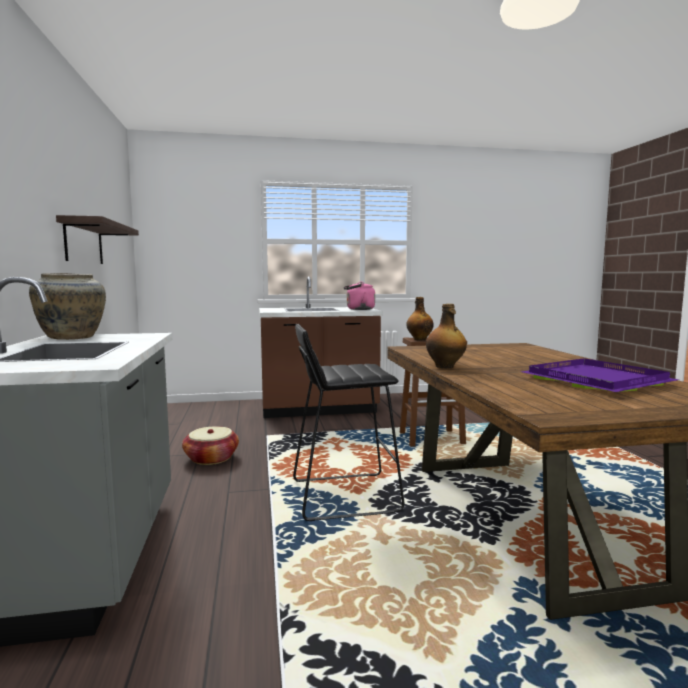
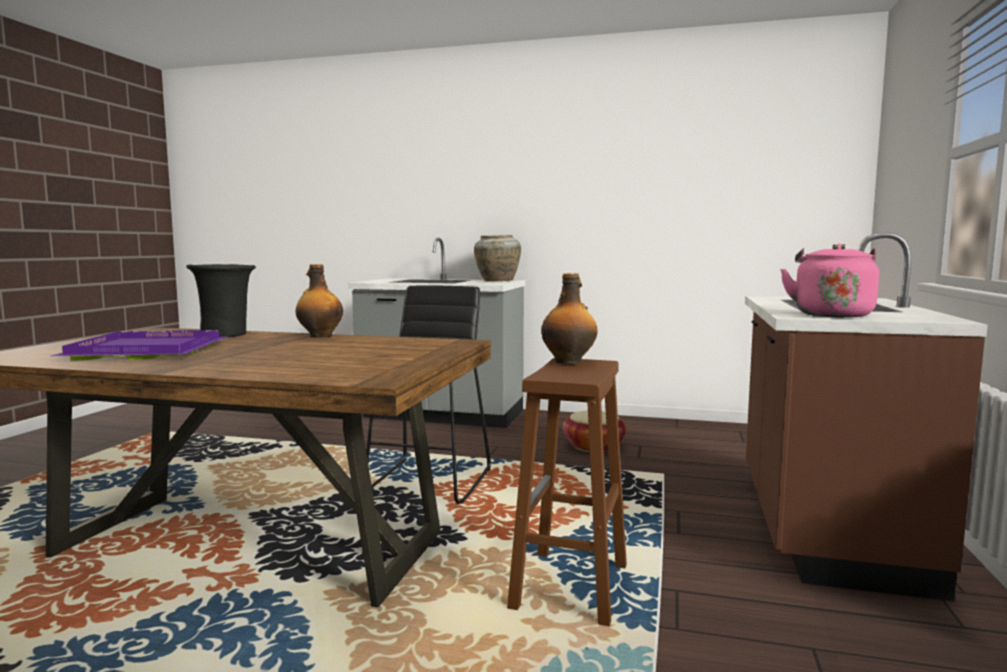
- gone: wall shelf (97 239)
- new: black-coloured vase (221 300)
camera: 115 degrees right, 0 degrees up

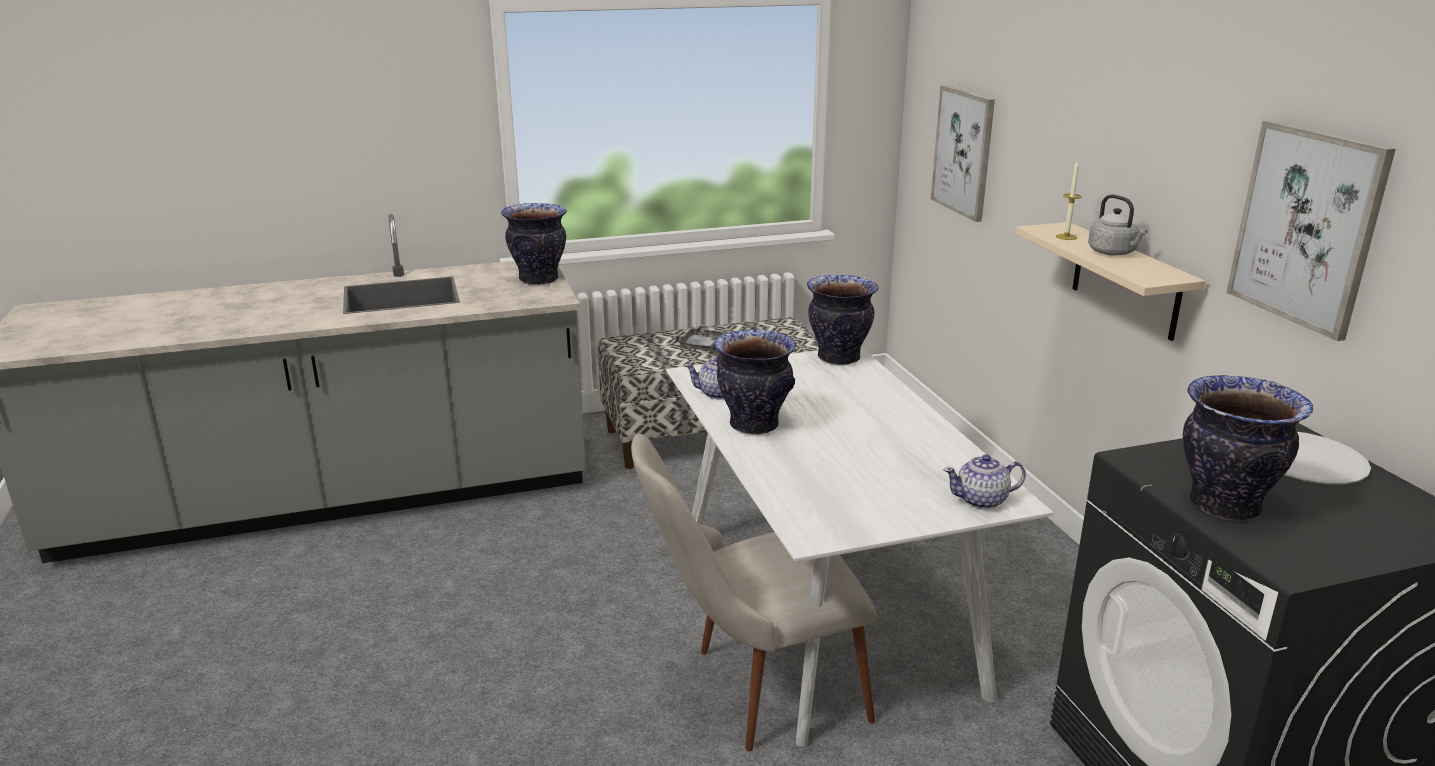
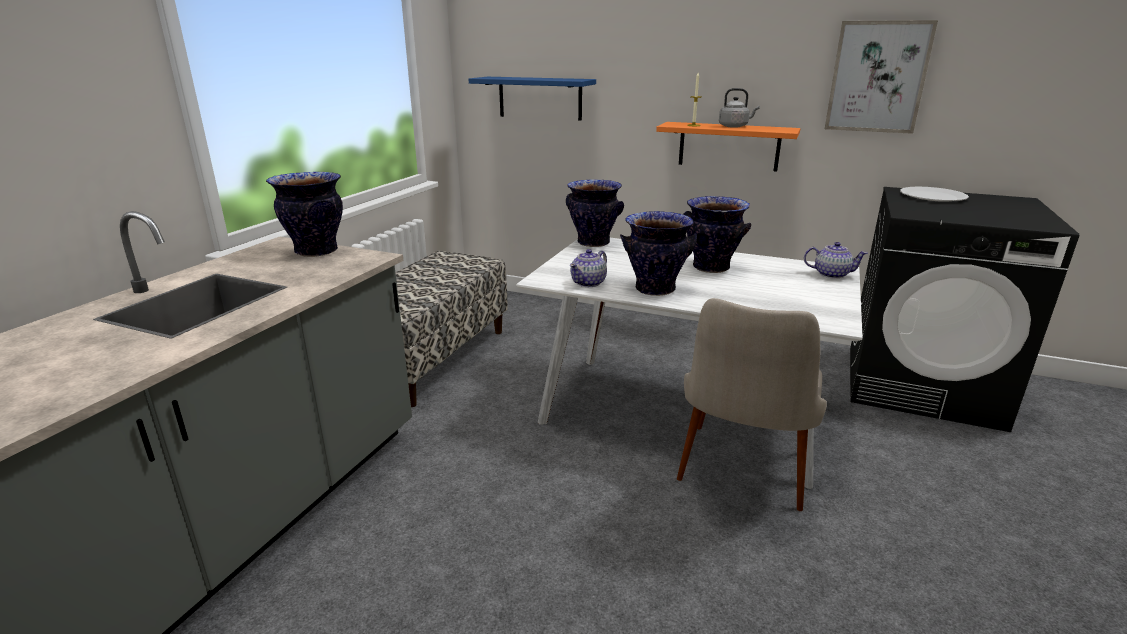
- gone: greyish serving tray (701 337)
- shifted: vase (1248 448) to (717 234)
- swapped: picture (963 153) to blue wall shelf (532 99)
- repainted: beige wall shelf (1110 281) to orange wall shelf (728 146)
- rotated: pot for tea (984 481) = (836 260) 105 degrees counterclockwise
camera: 50 degrees left, 0 degrees up

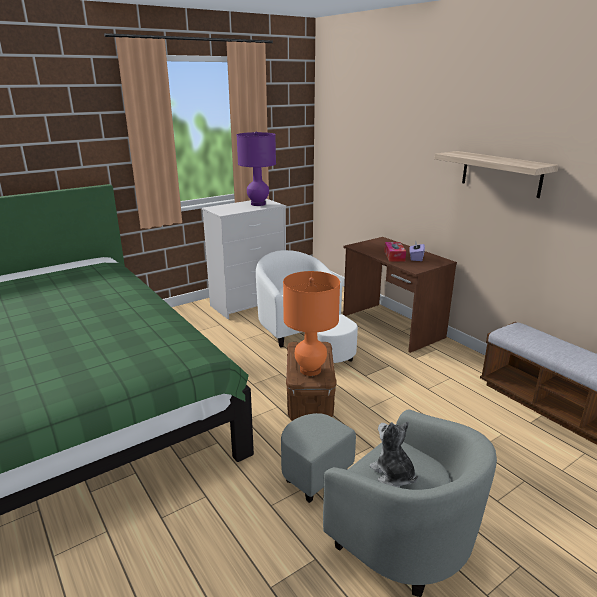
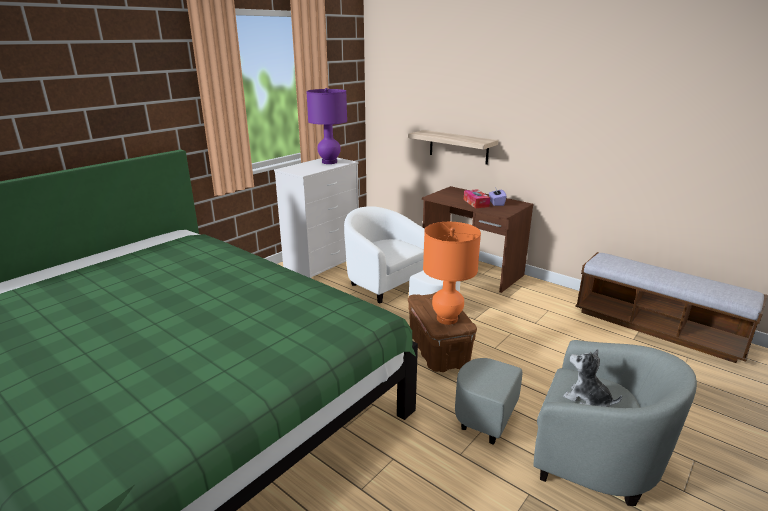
- shifted: wall shelf (497 174) to (453 147)
camera: 15 degrees left, 0 degrees up

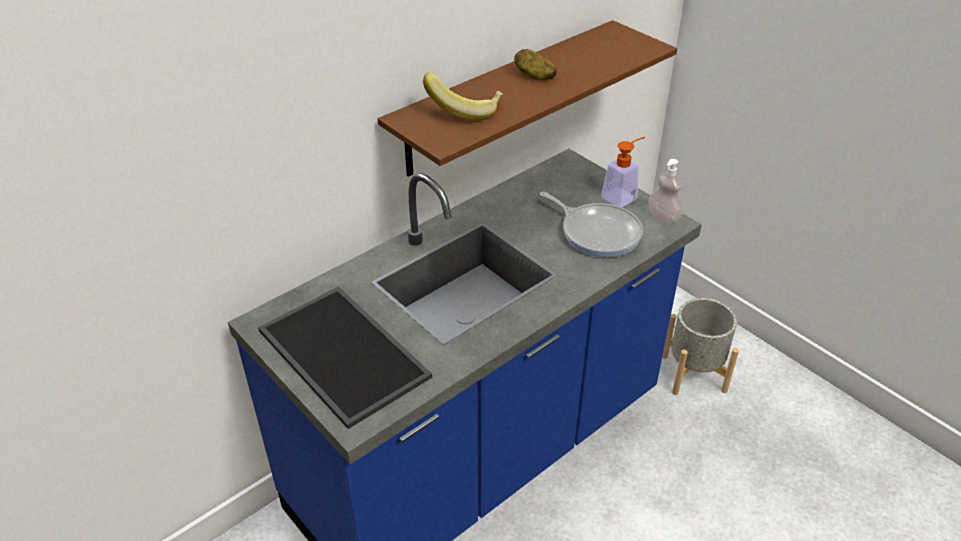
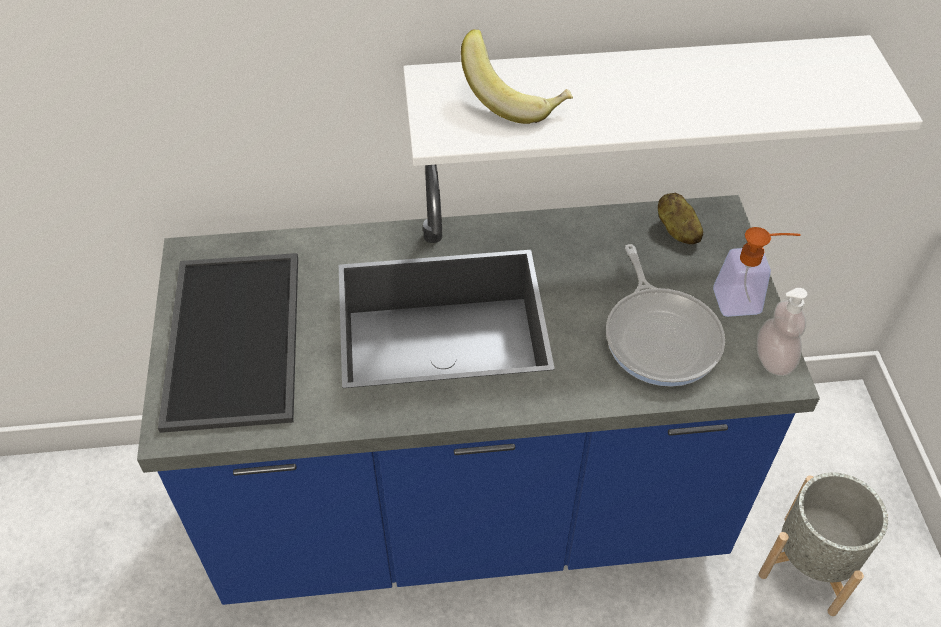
- shifted: whole potato (535 64) to (680 218)
- repainted: brown-coloured wall shelf (527 98) to whitish wall shelf (663 100)
camera: 35 degrees right, 10 degrees up

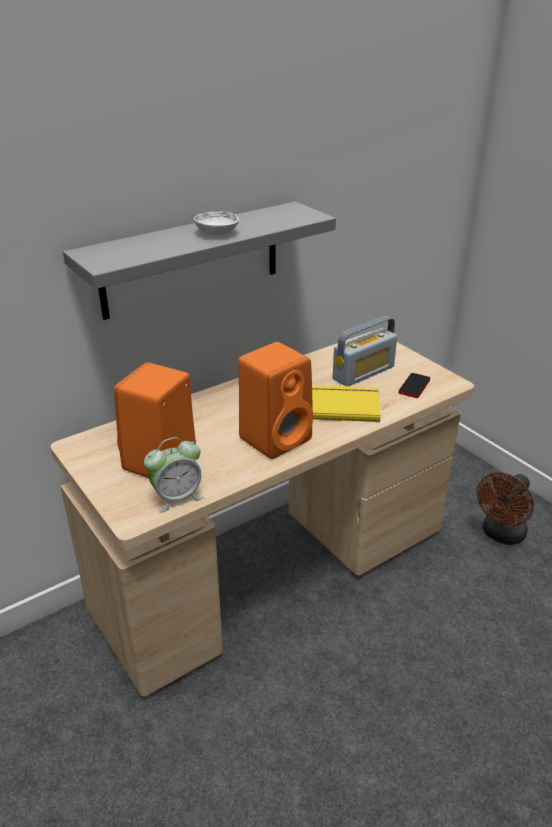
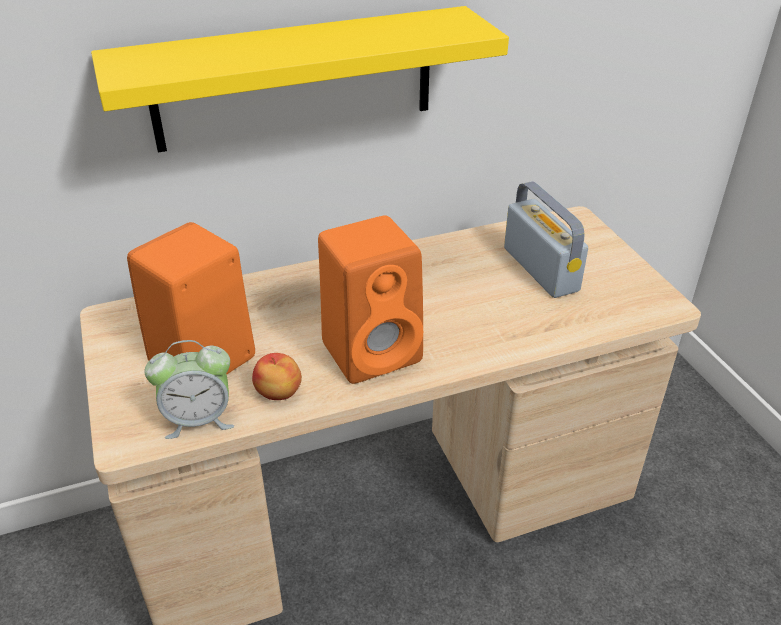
- gone: whitish bowl (216 224)
- gone: yellow-coloured bound book (346 403)
- gone: phone (414 385)
- gone: brown-coloured electric fan (505 508)
- new: apple fruit (277 376)
- repainted: greyish wall shelf (199 261) to yellow-coloured wall shelf (300 79)
- rotated: radio set (365 351) = (546 239) 90 degrees counterclockwise
camera: 15 degrees right, 5 degrees up

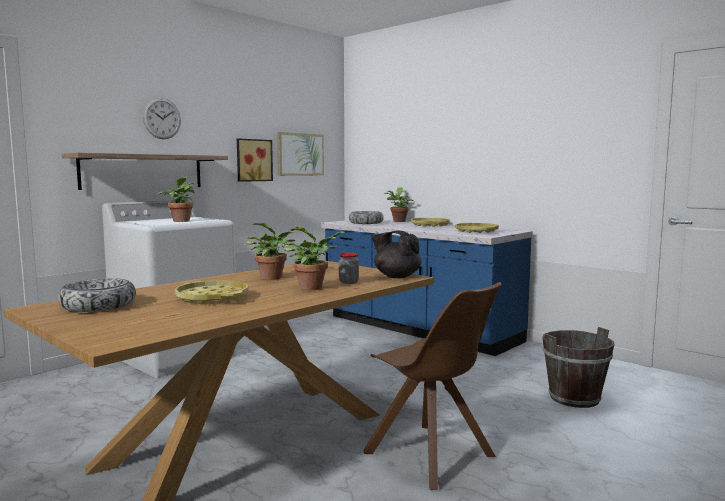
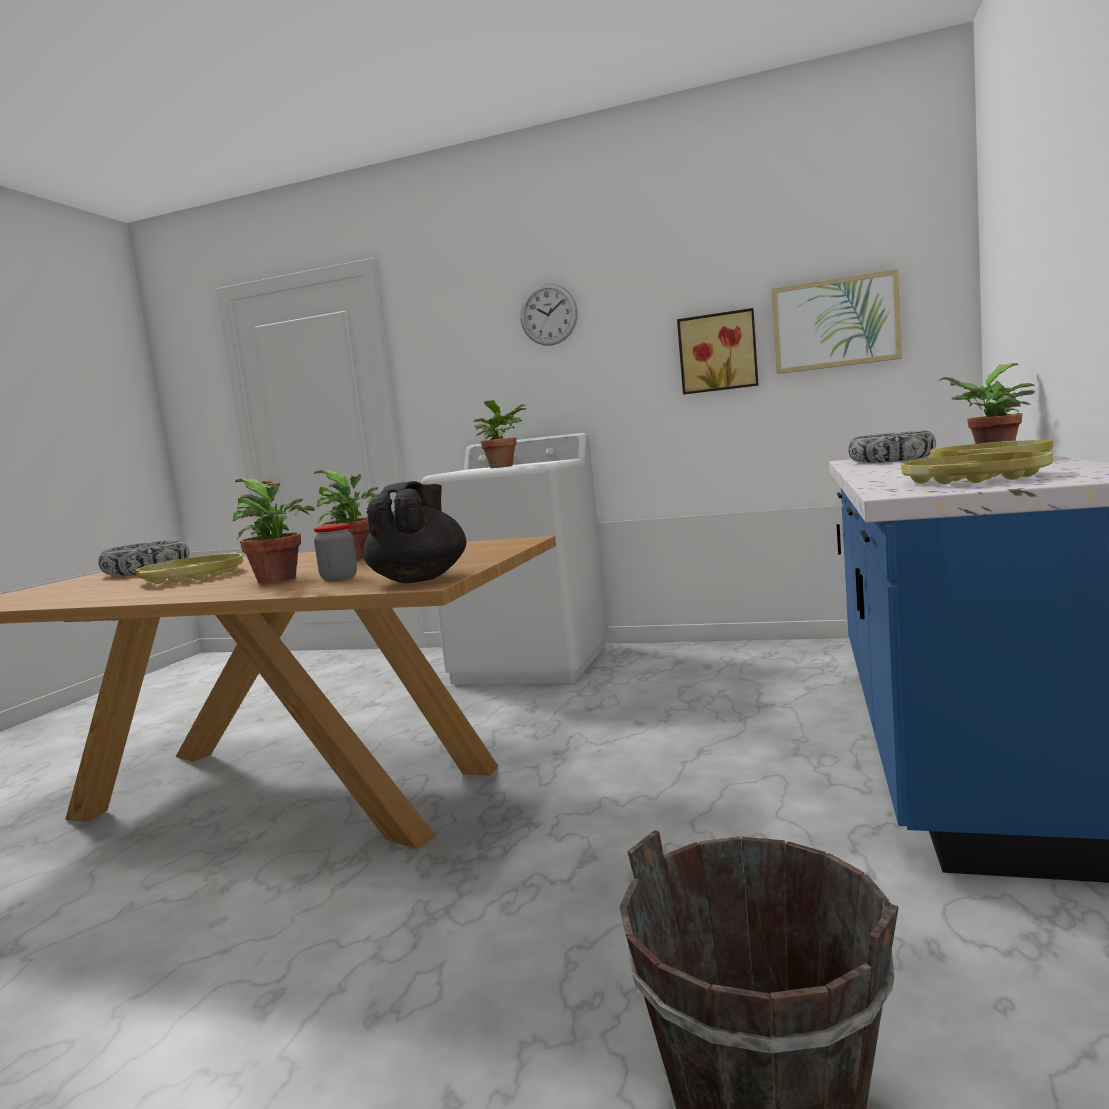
- gone: wall shelf (144 171)
- gone: brown-coloured upright chair (432 386)
camera: 65 degrees right, 0 degrees up

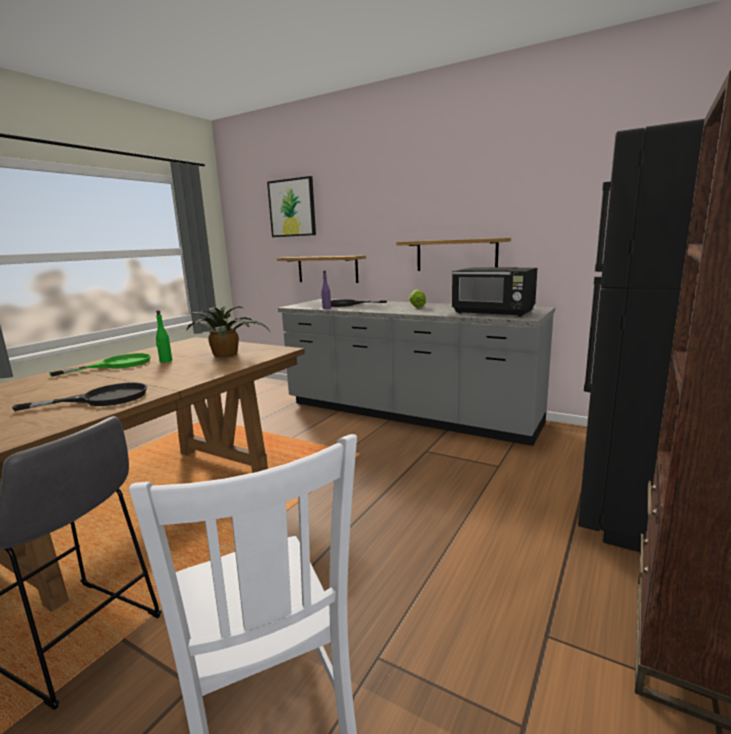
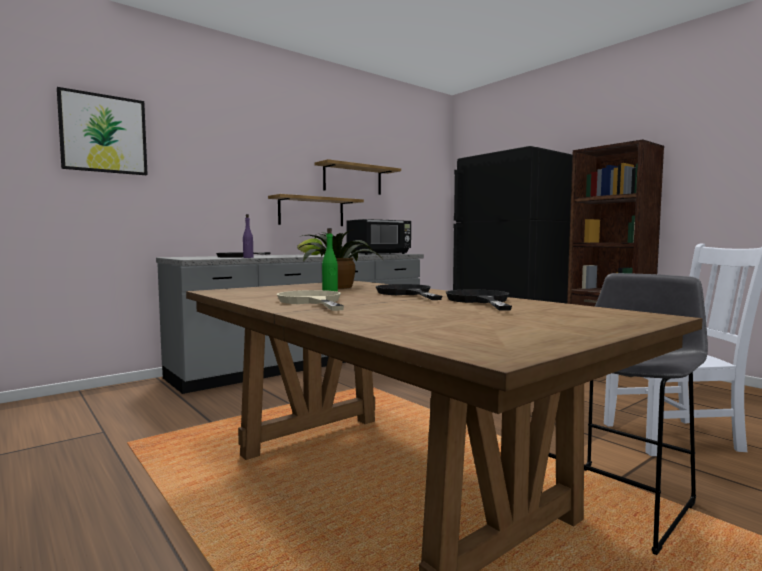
- new: black-coloured frying pan (408 292)
- shifted: wall shelf (321 269) to (358 177)
- repainted: greenish frying pan (100 365) to beige frying pan (310 300)
camera: 70 degrees left, 10 degrees down

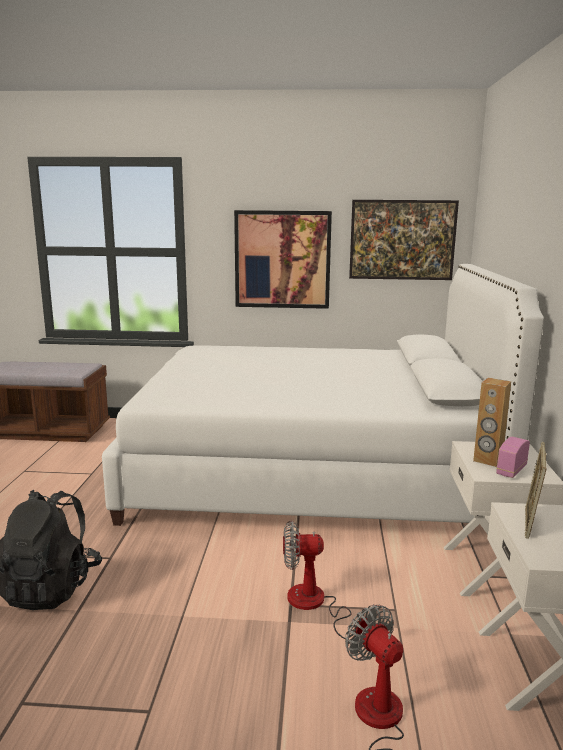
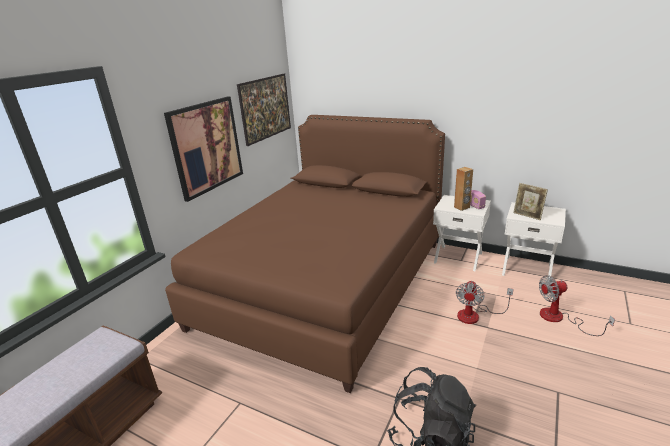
- repainted: whitish bed (323 395) to brown-coloured bed (305 254)
camera: 65 degrees left, 10 degrees up

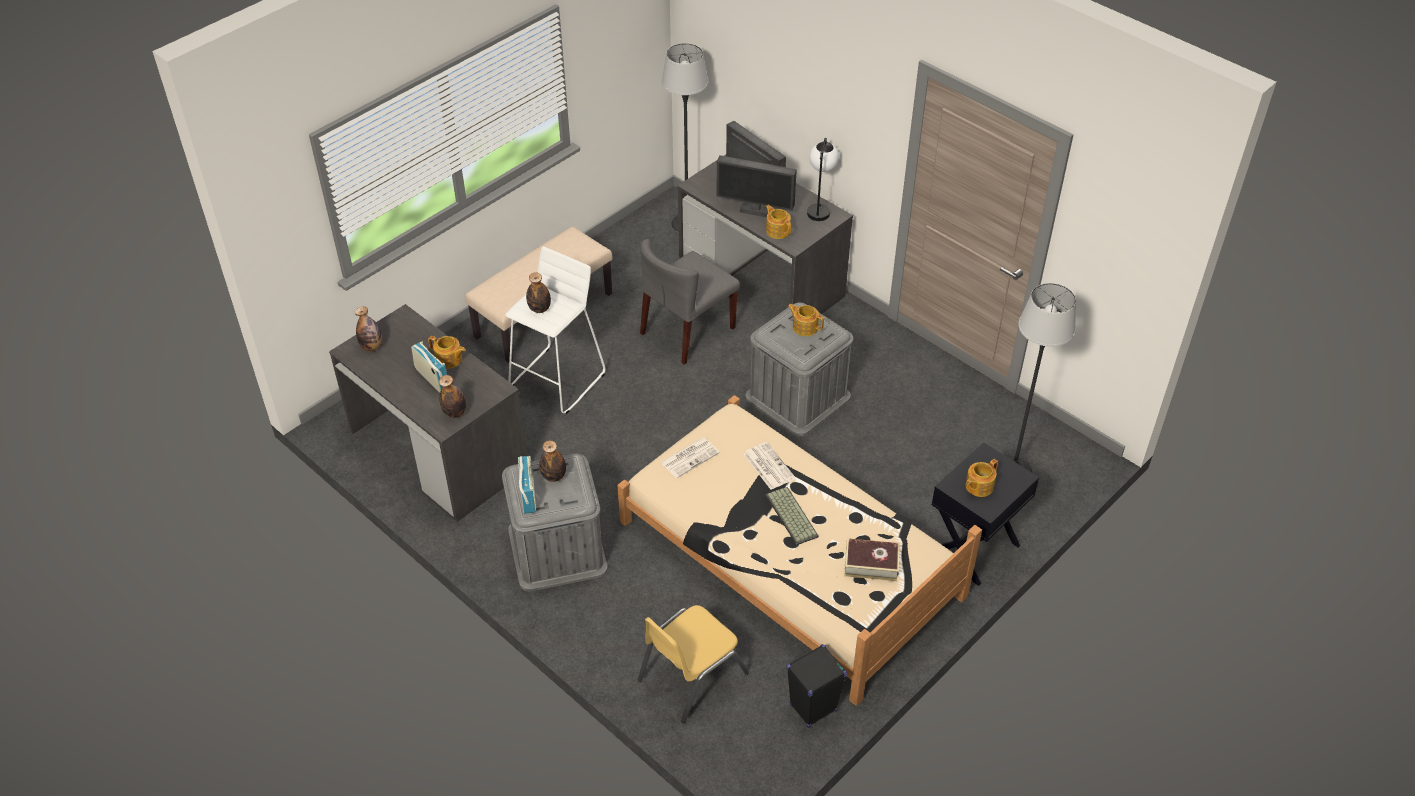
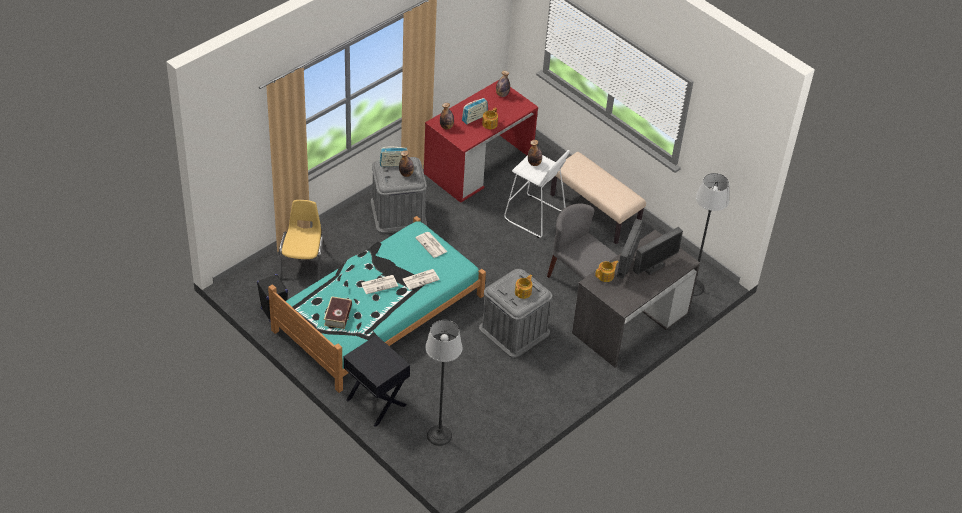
- gone: tabletop lamp (823 179)
- gone: pot for tea (982 478)
- swapped: computer keyboard (792 516) to daily paper (379 284)
- repainted: greyish desk unit (428 413) to reddish desk unit (481 141)
- repainted: beige bed (799 550) to turquoise-coloured bed (377 304)
- rotated: yellow-coloured upright chair (693 664) = (302 240) 45 degrees clockwise
camera: 90 degrees right, 0 degrees up

